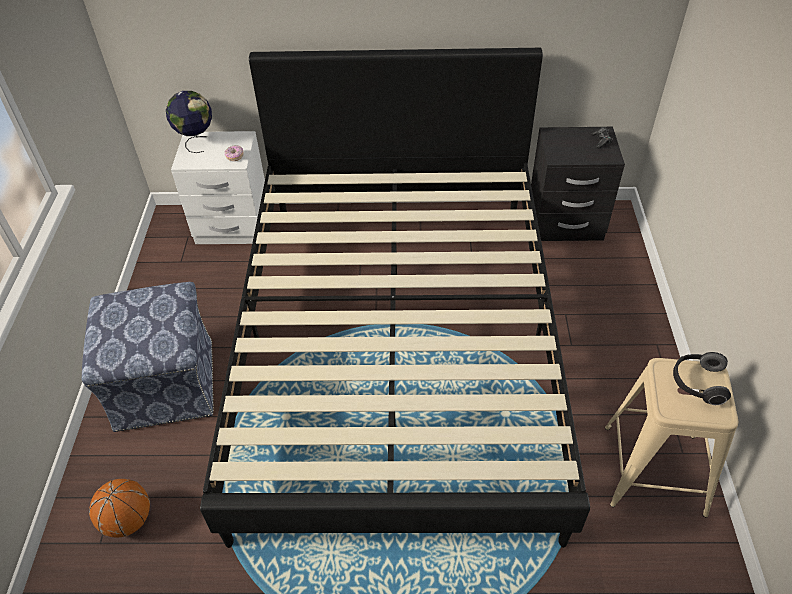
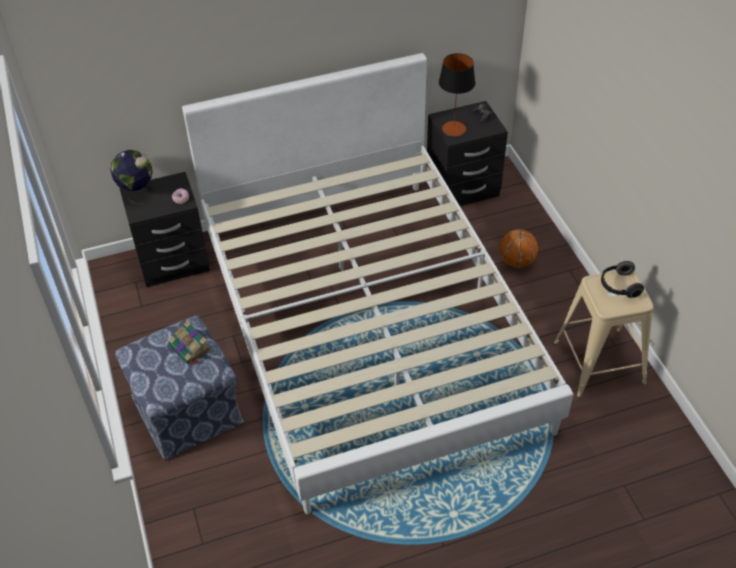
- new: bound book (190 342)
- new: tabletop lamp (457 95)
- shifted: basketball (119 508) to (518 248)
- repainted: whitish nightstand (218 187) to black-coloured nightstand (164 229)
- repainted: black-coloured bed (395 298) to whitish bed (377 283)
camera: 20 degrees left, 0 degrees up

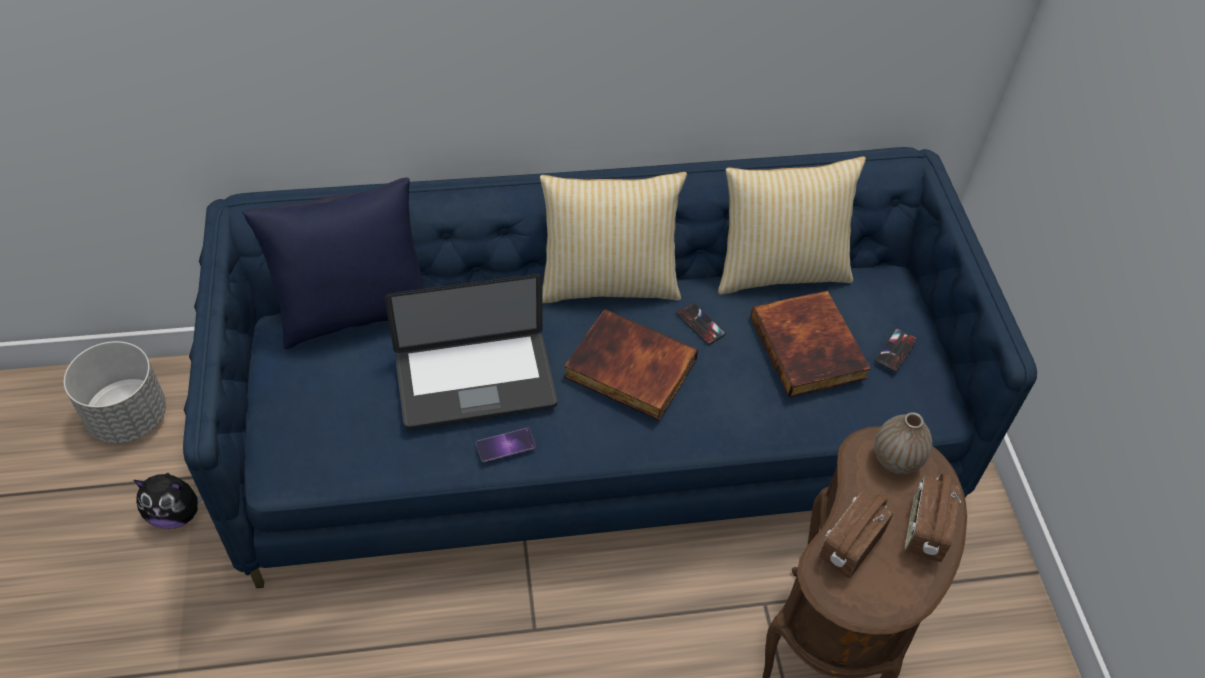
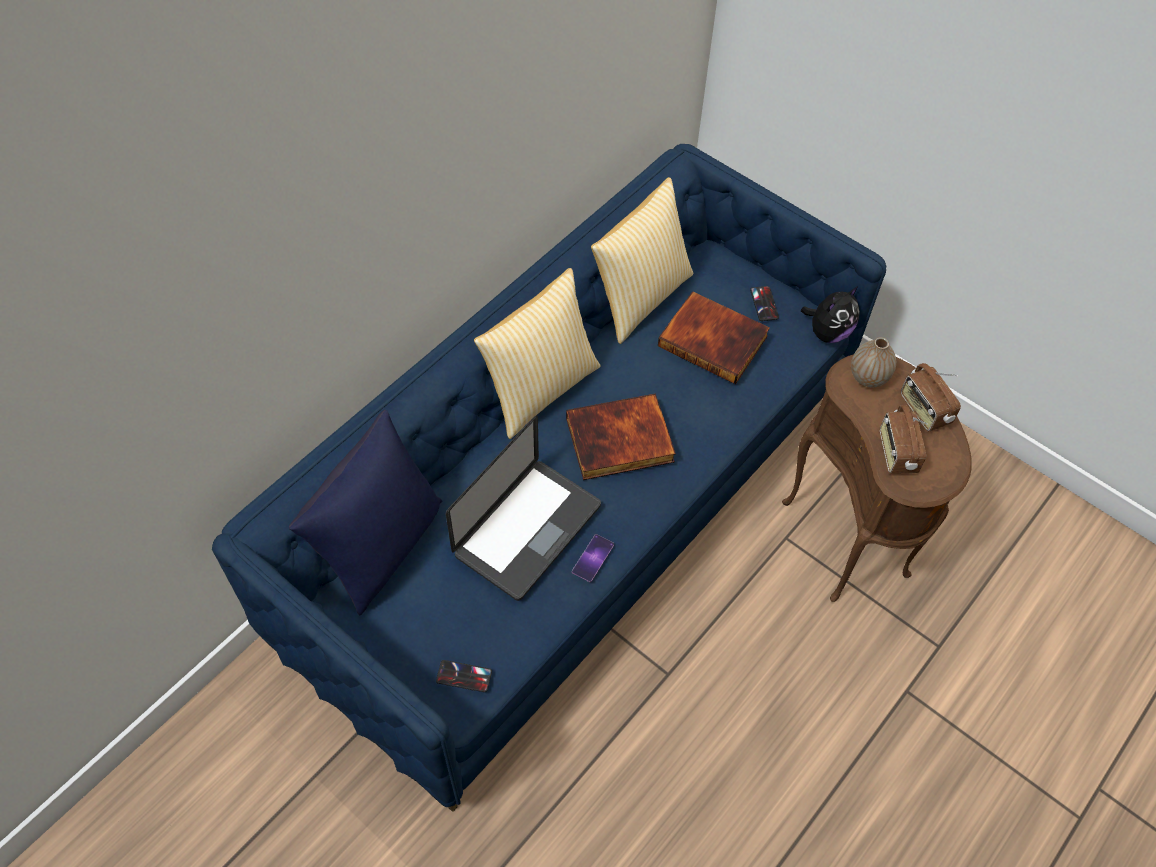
- gone: greyish flower pot (115 392)
- shifted: cuddly toy (168 501) to (830 314)
- shifted: phone (701 323) to (464 676)
camera: 40 degrees left, 5 degrees up

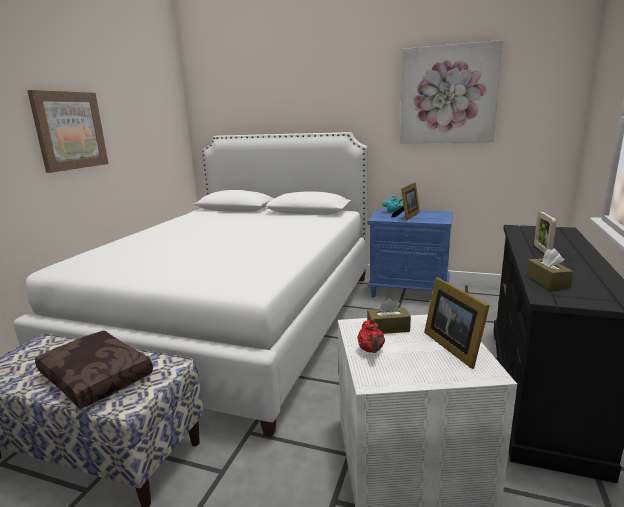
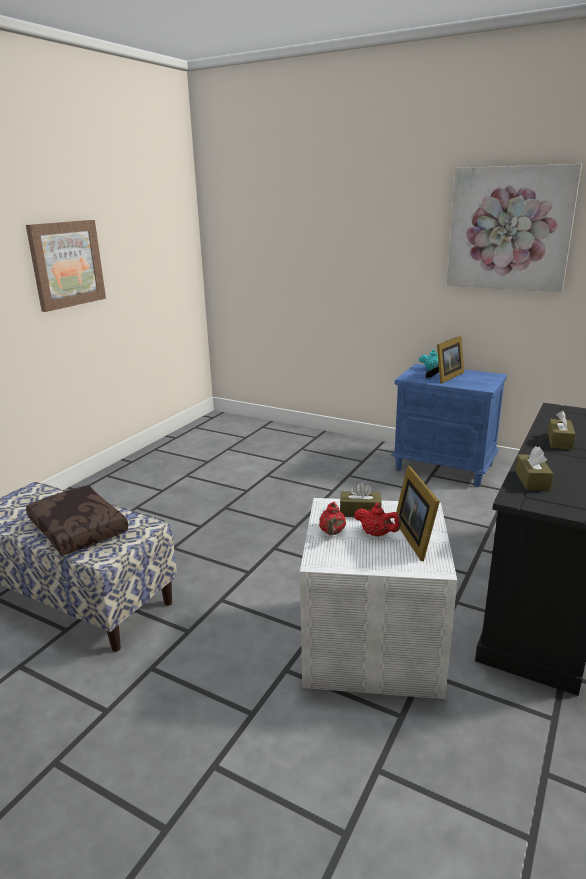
- gone: whitish bed (191 284)
- new: reddish pot for tea (377 520)
- swapped: picture frame (545 232) to brown-coloured box of tissues (562 430)
camera: 10 degrees right, 5 degrees up

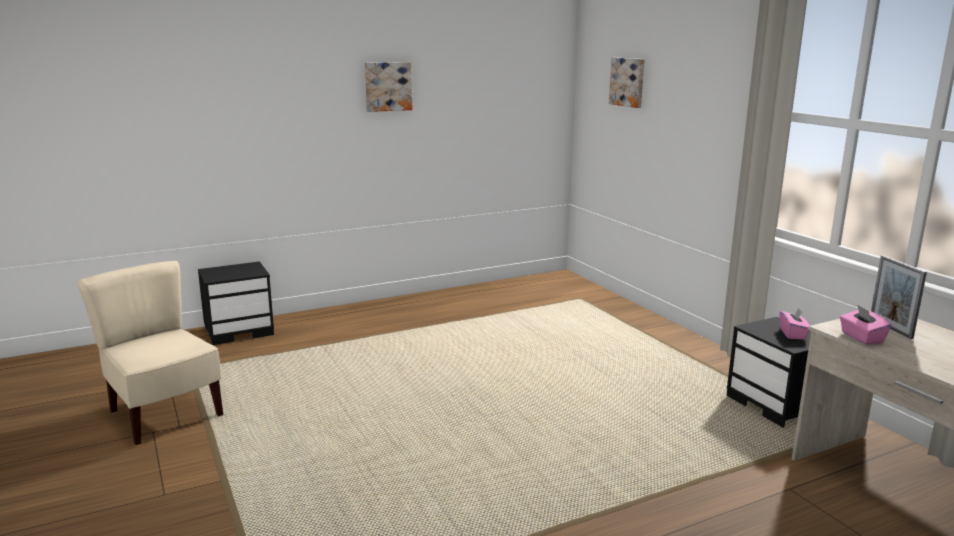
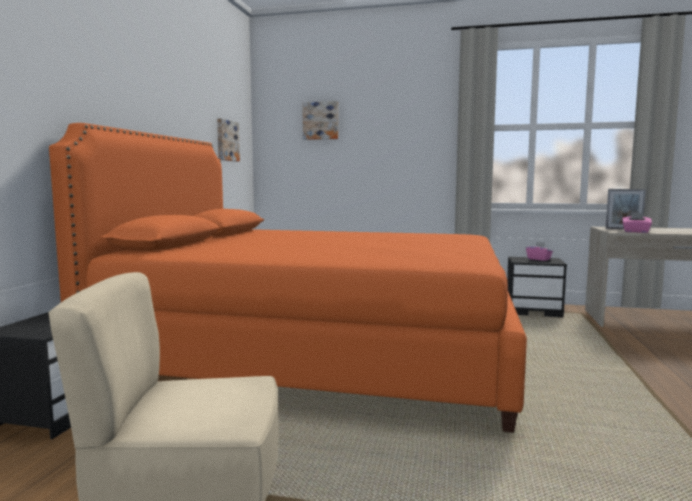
- new: orange bed (288 278)
- shifted: picture (389 87) to (228 139)
camera: 50 degrees left, 10 degrees down

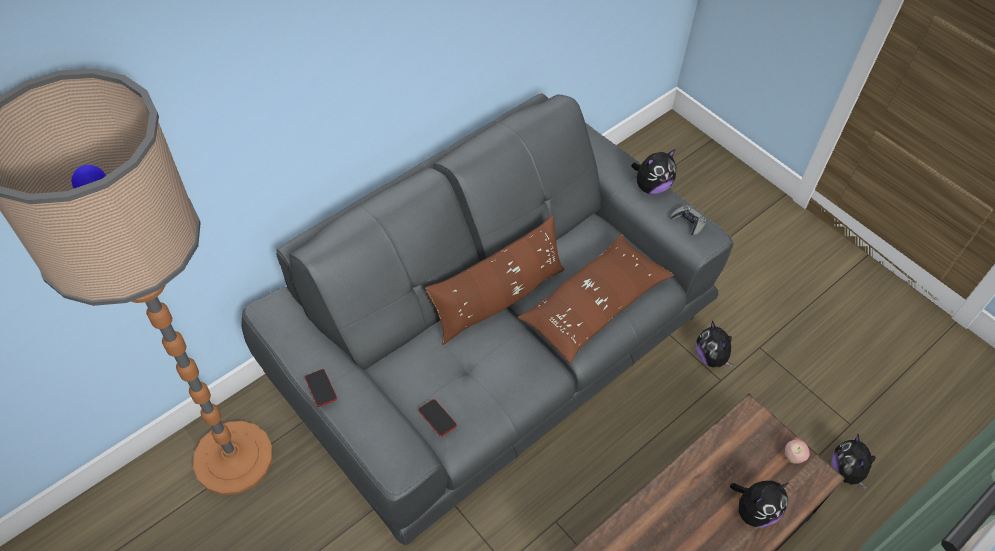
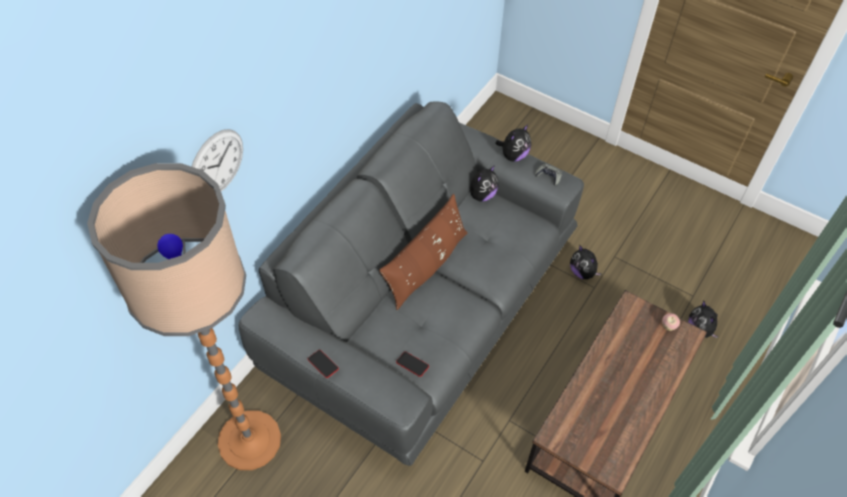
- gone: brown-coloured throw pillow (596 298)
- new: clock on the wall (217 160)
- shifted: cuddly toy (759 504) to (484 183)
camera: 15 degrees left, 0 degrees up

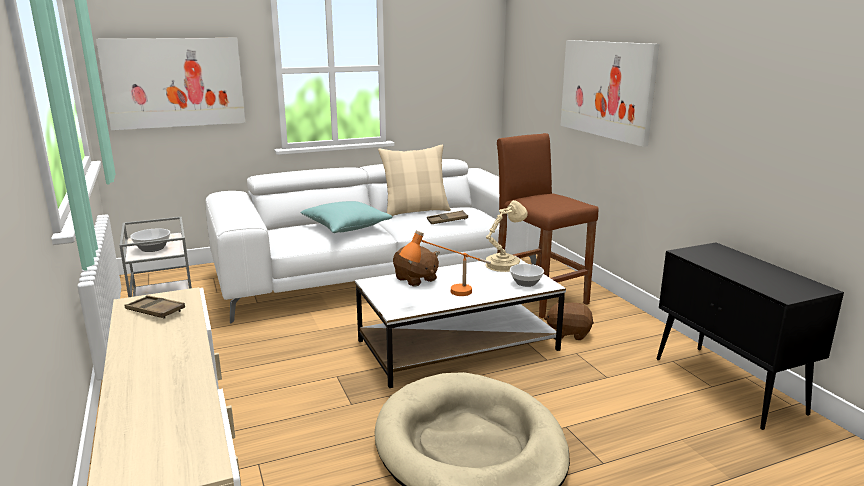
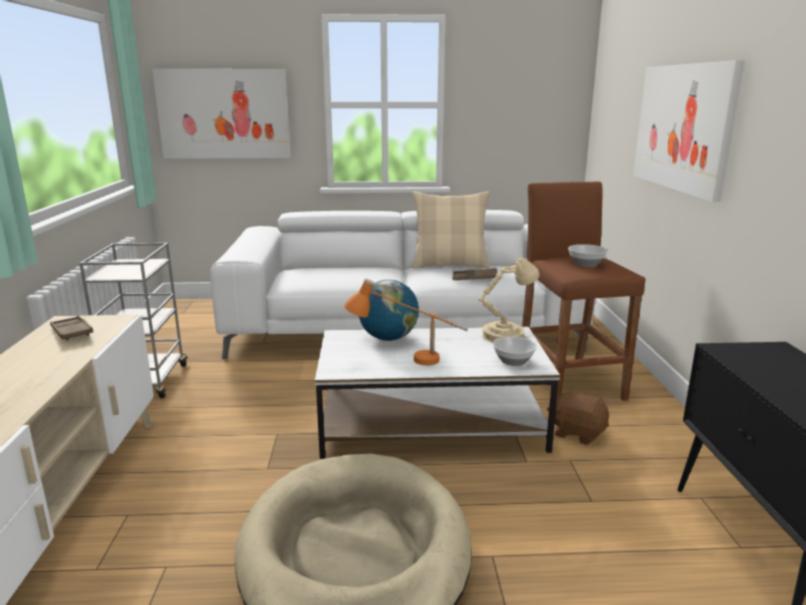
- gone: turquoise-coloured throw pillow (346 217)
- shifted: bowl (150 240) to (588 255)
- swapped: brown-coloured cuddly toy (416 266) to globe (389 310)
camera: 20 degrees right, 0 degrees up

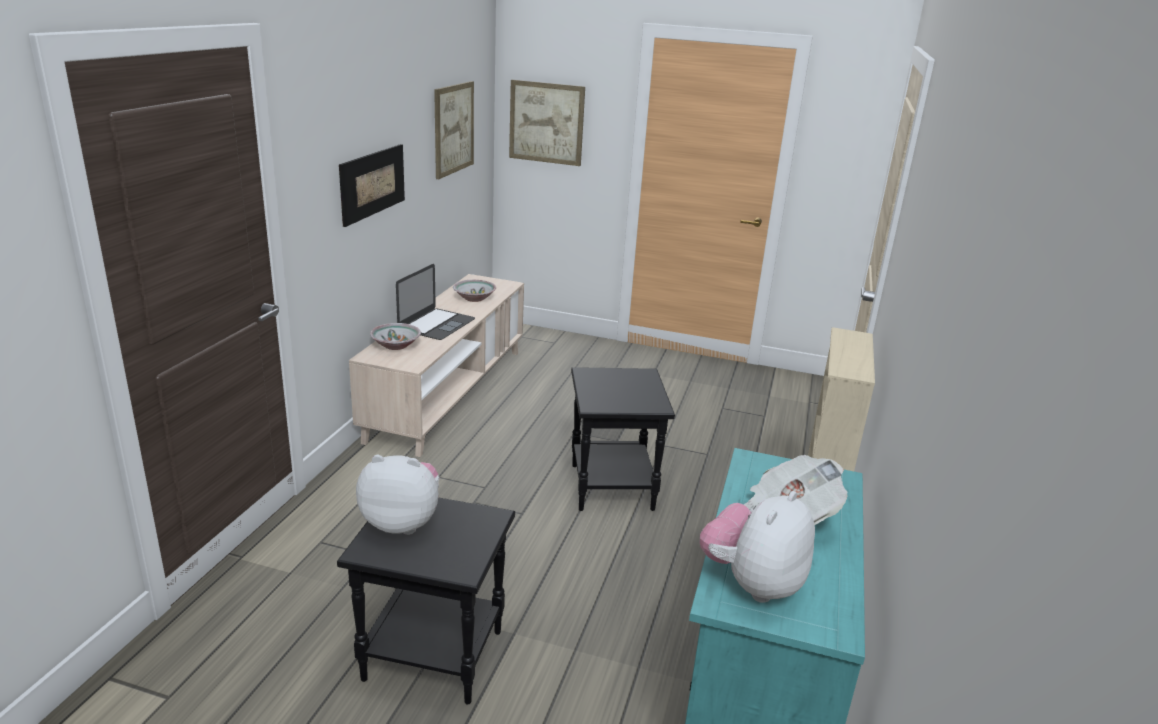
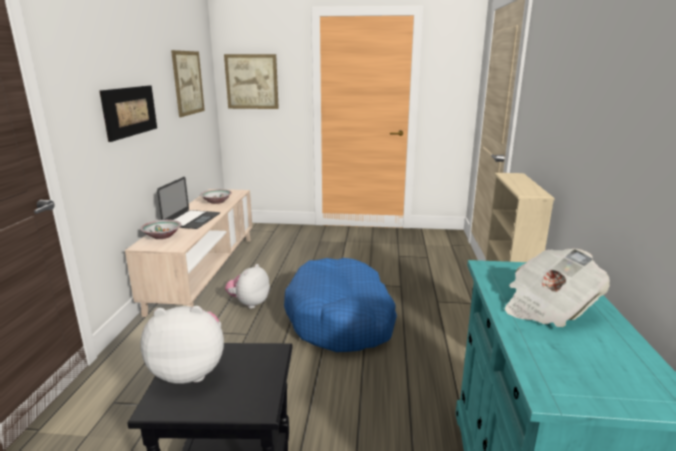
- shifted: cuddly toy (757 547) to (247 286)
- swapped: black-coloured accent table (623 439) to blue dog bed (340 305)
camera: 10 degrees left, 5 degrees down

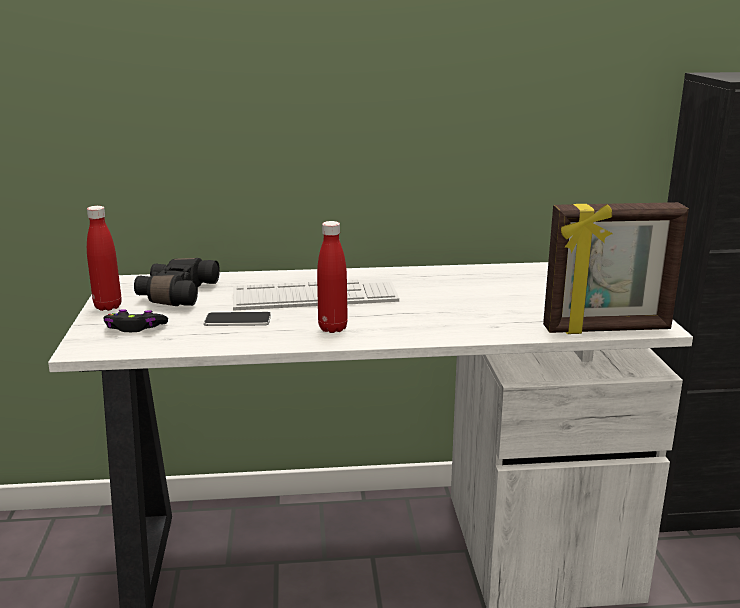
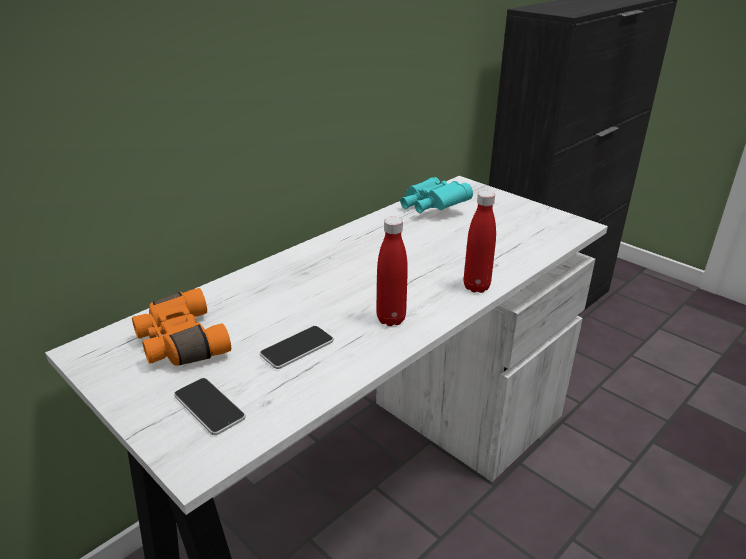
- gone: computer keyboard (316 294)
- gone: picture frame (616 268)
- new: turquoise-coloured field glasses (436 195)
- shifted: reddish bottle (104 258) to (480 241)
- swapped: black-coloured joypad (136 320) to phone (210 406)
- repainted: black-coloured field glasses (177 282) to orange field glasses (181 327)
camera: 40 degrees left, 10 degrees up

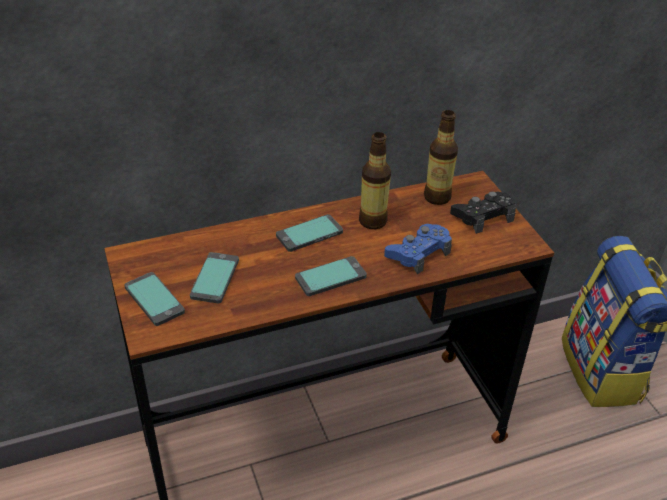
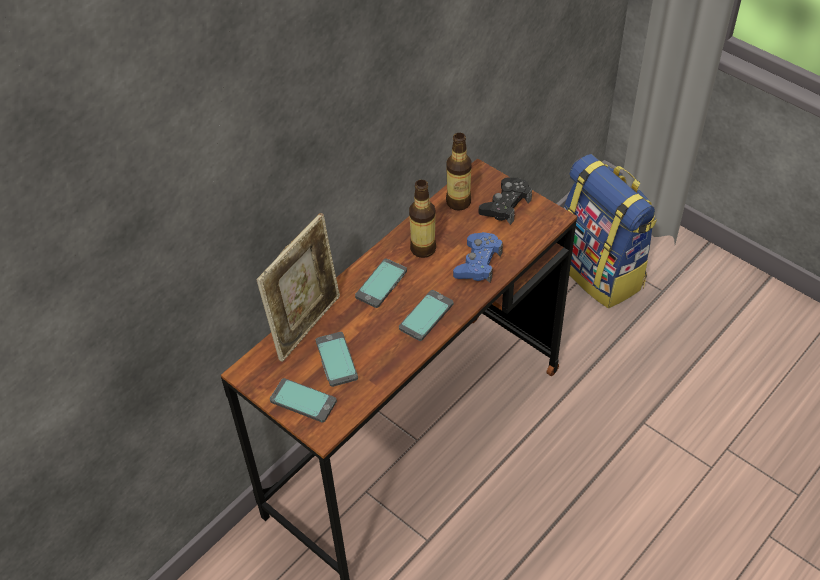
- new: picture frame (298 287)
camera: 25 degrees left, 10 degrees up

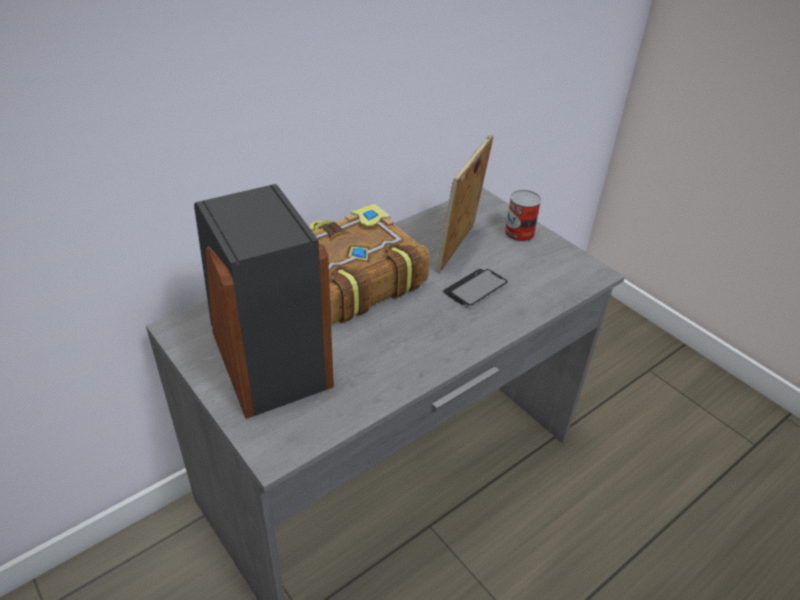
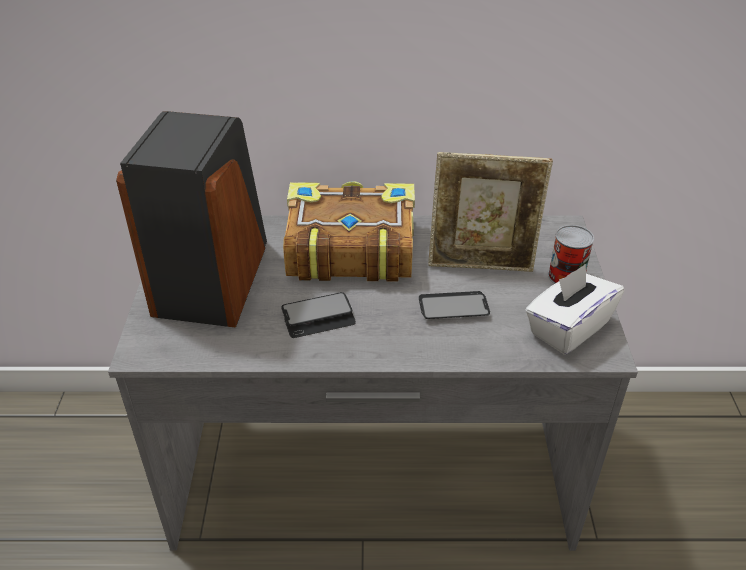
- new: phone (318 315)
- new: whitish box of tissues (575 309)
- rotated: picture frame (464 203) = (490 212) 150 degrees counterclockwise
camera: 40 degrees right, 0 degrees up

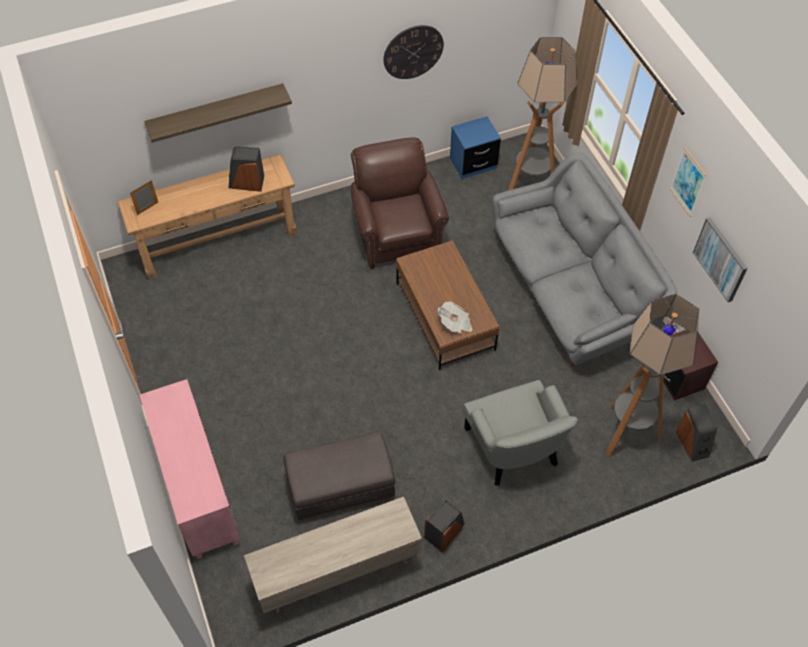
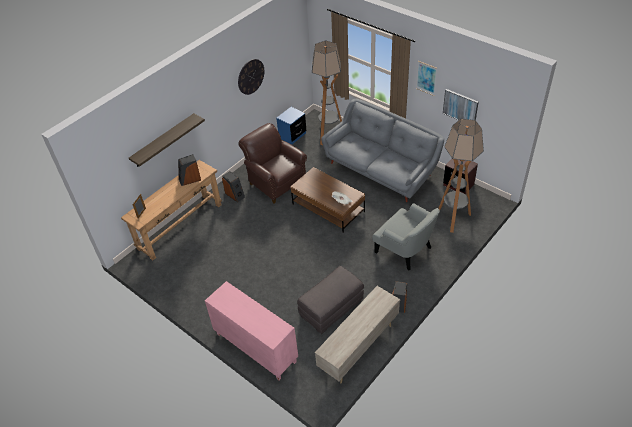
- shifted: speaker (696 433) to (233 186)
camera: 25 degrees left, 10 degrees down

